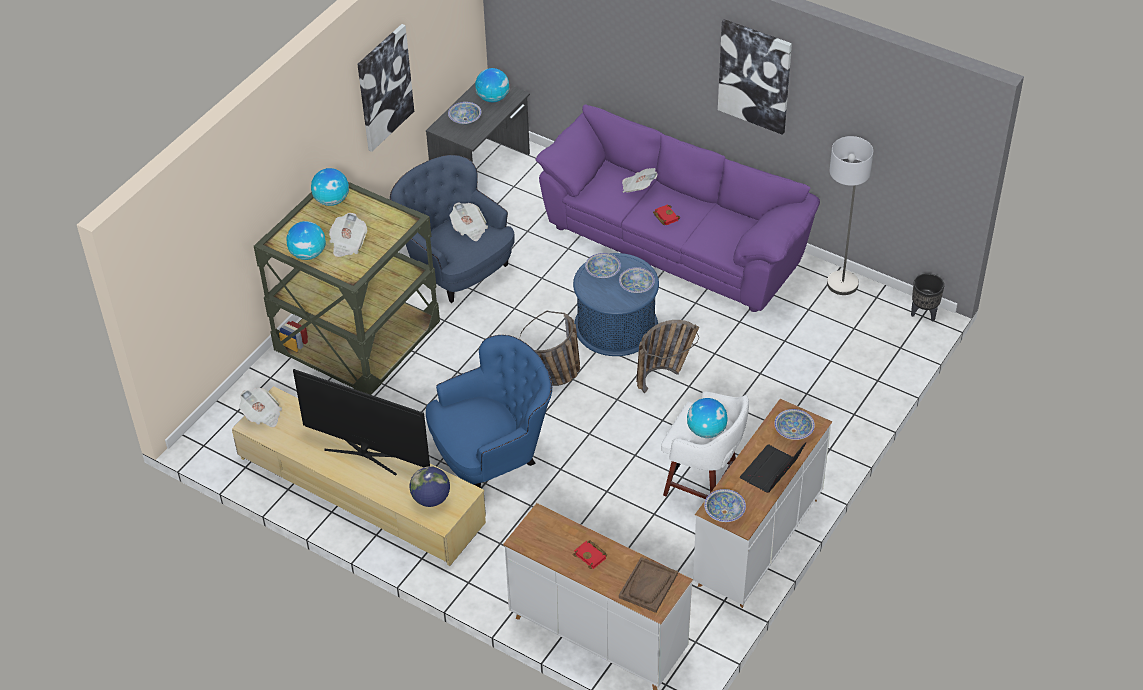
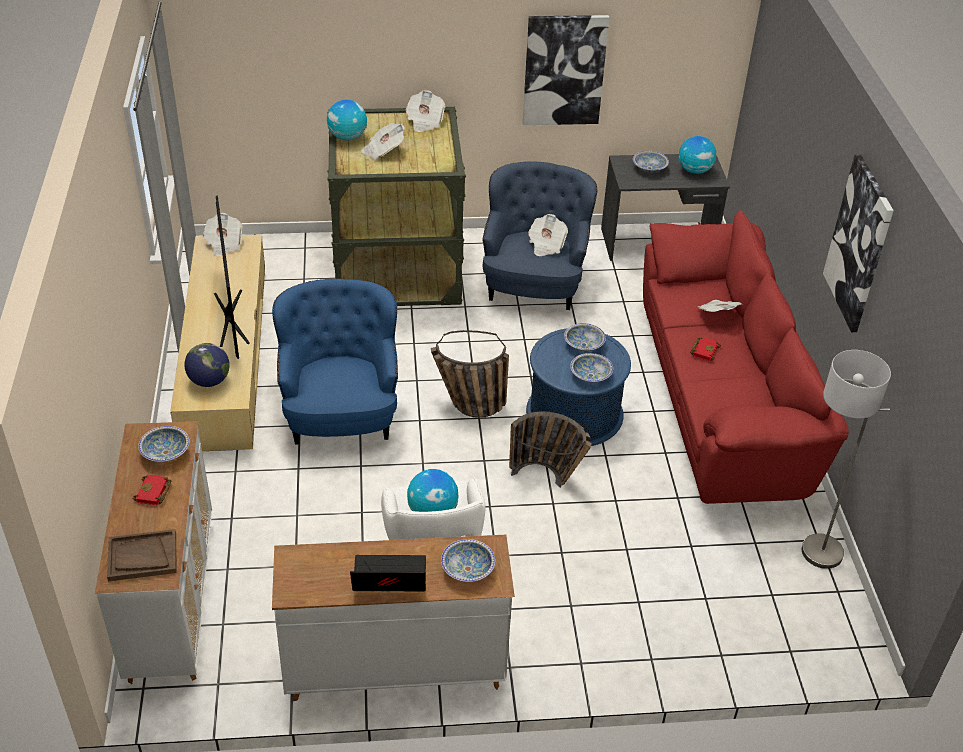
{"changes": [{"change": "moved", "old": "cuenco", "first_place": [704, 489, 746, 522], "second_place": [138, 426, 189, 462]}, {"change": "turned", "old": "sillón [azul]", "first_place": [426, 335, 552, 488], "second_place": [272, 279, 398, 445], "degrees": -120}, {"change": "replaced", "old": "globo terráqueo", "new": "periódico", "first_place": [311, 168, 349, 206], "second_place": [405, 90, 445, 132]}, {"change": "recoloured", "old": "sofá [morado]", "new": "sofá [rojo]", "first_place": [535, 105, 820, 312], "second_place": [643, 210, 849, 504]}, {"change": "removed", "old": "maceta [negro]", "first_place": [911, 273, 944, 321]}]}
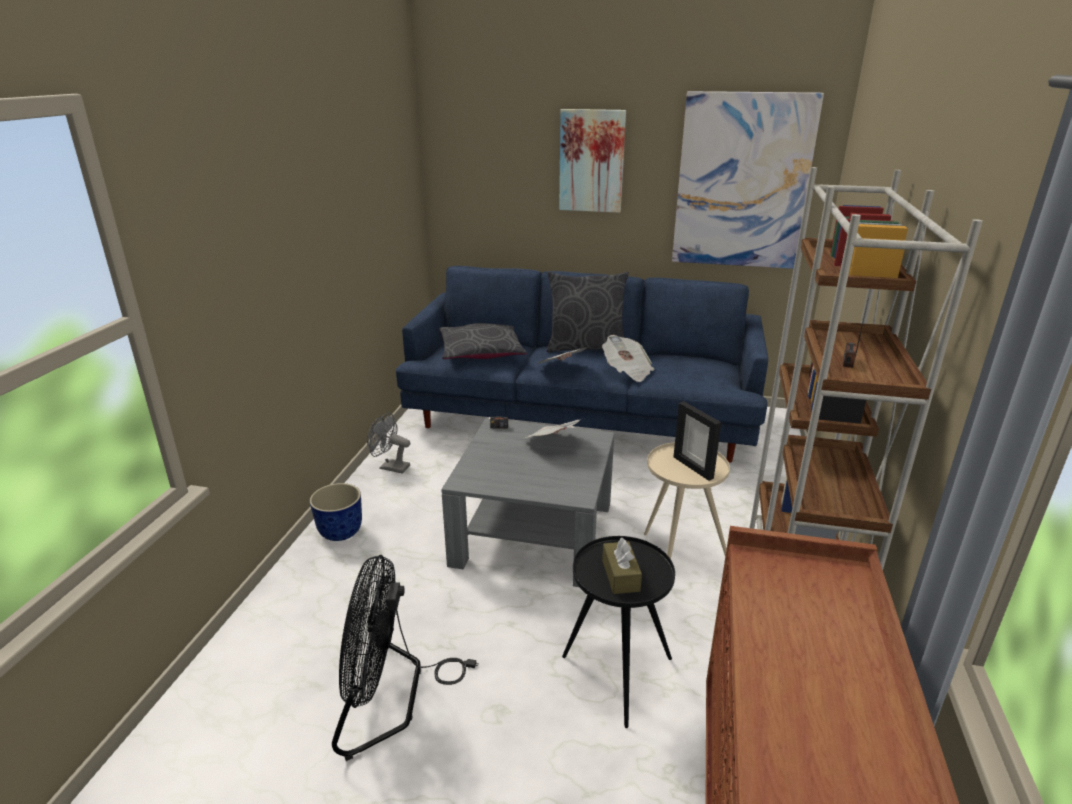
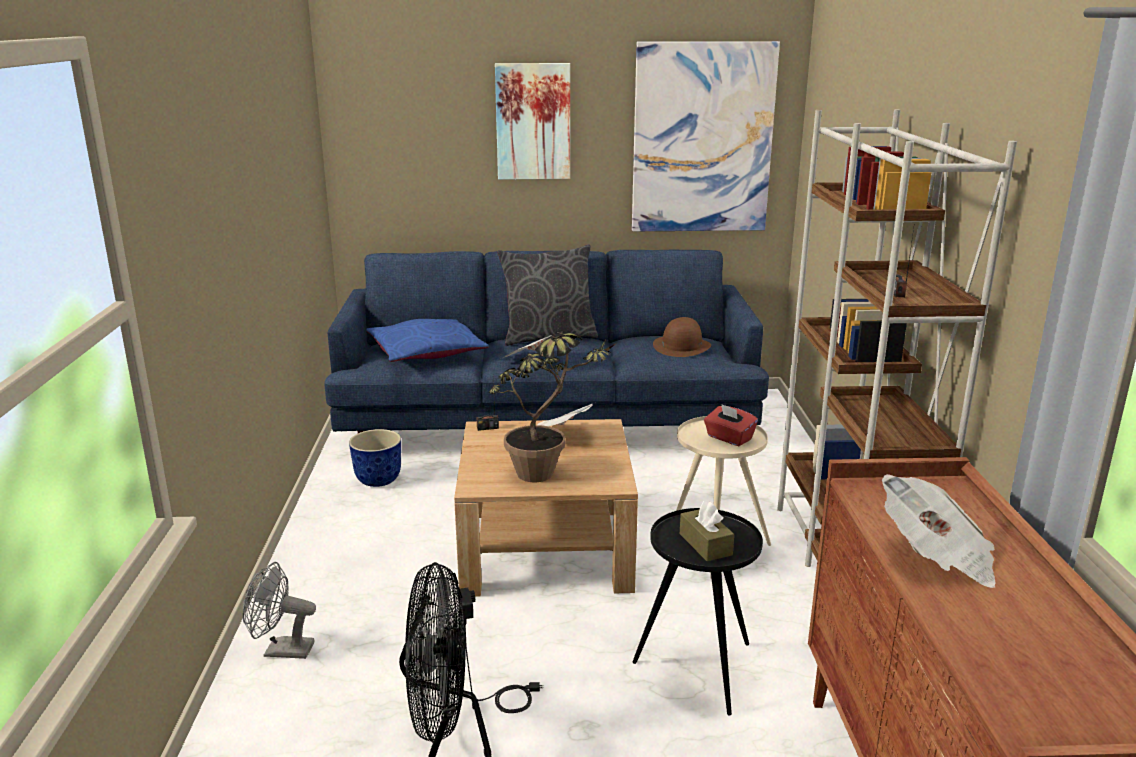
{"changes": [{"change": "moved", "old": "ventilador [gris]", "first_place": [367, 413, 410, 474], "second_place": [243, 562, 316, 659]}, {"change": "moved", "old": "maceta", "first_place": [310, 483, 362, 541], "second_place": [349, 429, 401, 487]}, {"change": "recoloured", "old": "cojín [gris]", "new": "cojín [azul]", "first_place": [439, 323, 527, 359], "second_place": [366, 319, 489, 362]}, {"change": "recoloured", "old": "mesa de centro [gris]", "new": "mesa de centro [marrón]", "first_place": [441, 418, 614, 587], "second_place": [454, 419, 638, 597]}, {"change": "added", "new": "planta en maceta", "second_place": [489, 332, 616, 482]}, {"change": "added", "new": "sombrero [marrón]", "second_place": [653, 317, 711, 357]}, {"change": "replaced", "old": "portarretratos", "new": "caja de pañuelos [rojo]", "first_place": [673, 402, 721, 481], "second_place": [704, 404, 758, 446]}, {"change": "moved", "old": "periódico", "first_place": [602, 335, 654, 382], "second_place": [882, 474, 995, 588]}]}
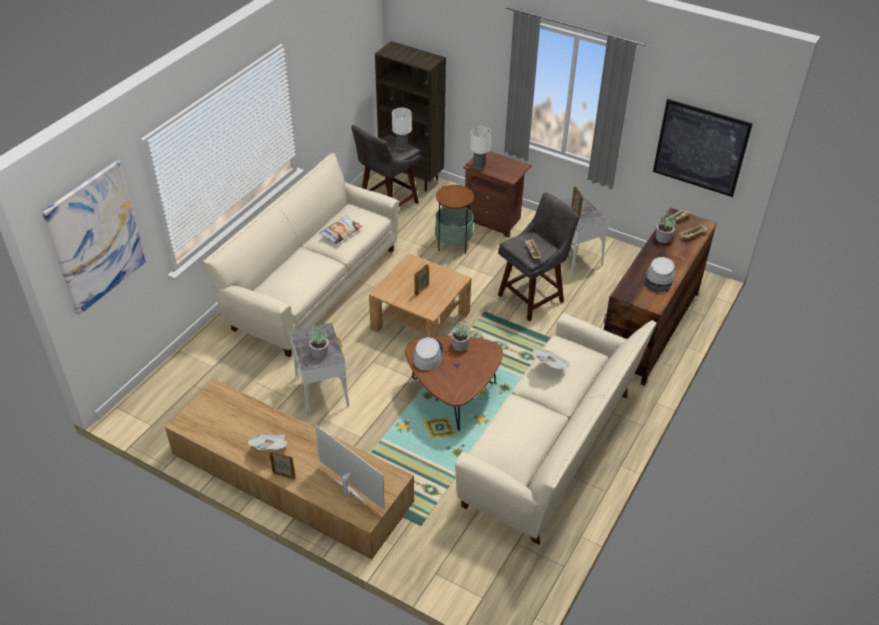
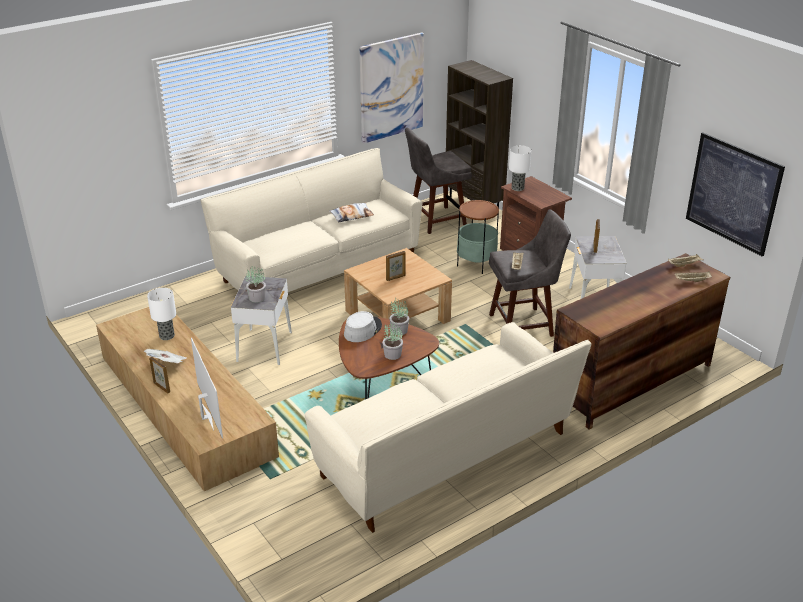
{"changes": [{"change": "moved", "old": "lámpara de mesa", "first_place": [392, 108, 412, 150], "second_place": [147, 288, 176, 340]}, {"change": "moved", "old": "cuadro", "first_place": [42, 160, 146, 315], "second_place": [360, 33, 424, 143]}, {"change": "moved", "old": "planta en maceta", "first_place": [656, 211, 676, 243], "second_place": [382, 322, 403, 360]}, {"change": "removed", "old": "periódico", "first_place": [533, 349, 570, 370]}, {"change": "removed", "old": "sombrero [gris]", "first_place": [644, 257, 675, 292]}]}
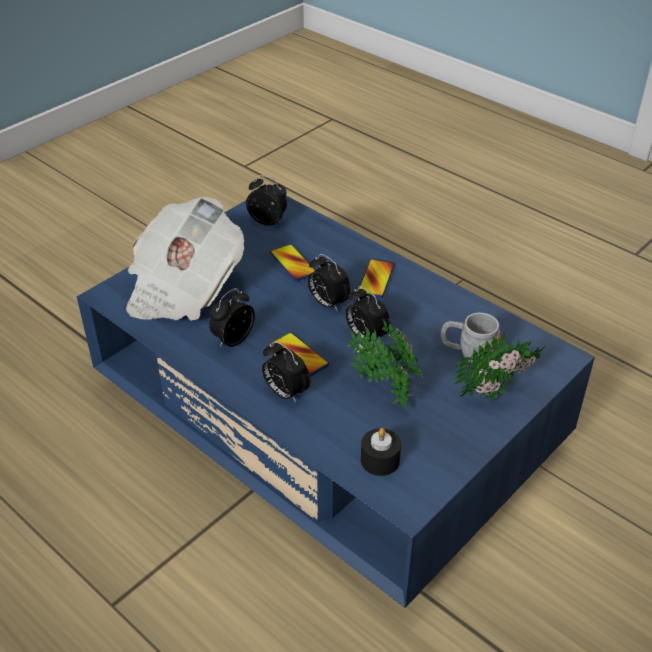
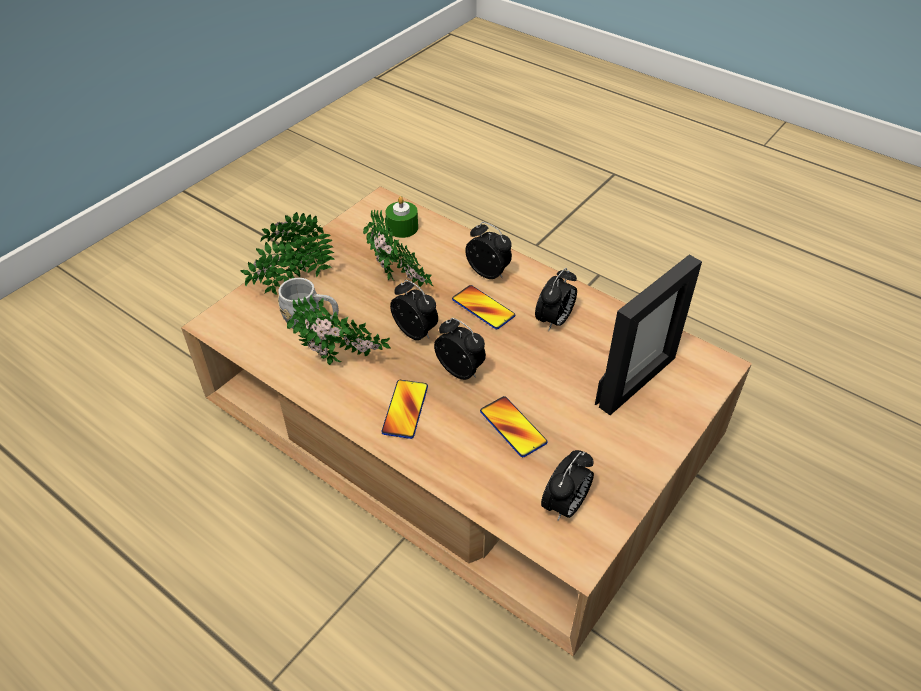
{"changes": [{"change": "recoloured", "old": "mesa de centro [azul]", "new": "mesa de centro [marrón]", "first_place": [77, 196, 595, 608], "second_place": [181, 186, 752, 656]}, {"change": "added", "new": "planta en maceta", "second_place": [287, 294, 391, 365]}, {"change": "recoloured", "old": "vela [negro]", "new": "vela [verde]", "first_place": [361, 428, 401, 476], "second_place": [385, 196, 418, 238]}, {"change": "turned", "old": "despertador", "first_place": [246, 175, 287, 226], "second_place": [541, 450, 594, 521], "degrees": -75}, {"change": "replaced", "old": "periódico", "new": "portarretratos", "first_place": [126, 197, 244, 321], "second_place": [595, 255, 702, 415]}]}
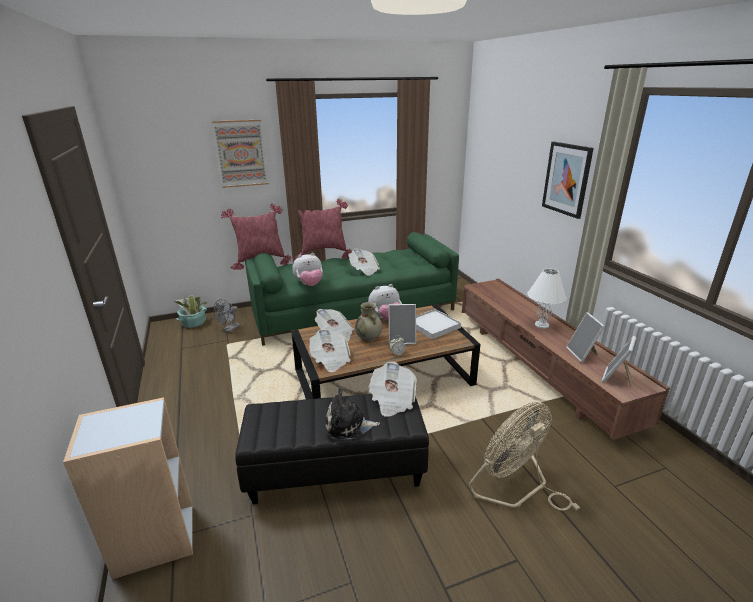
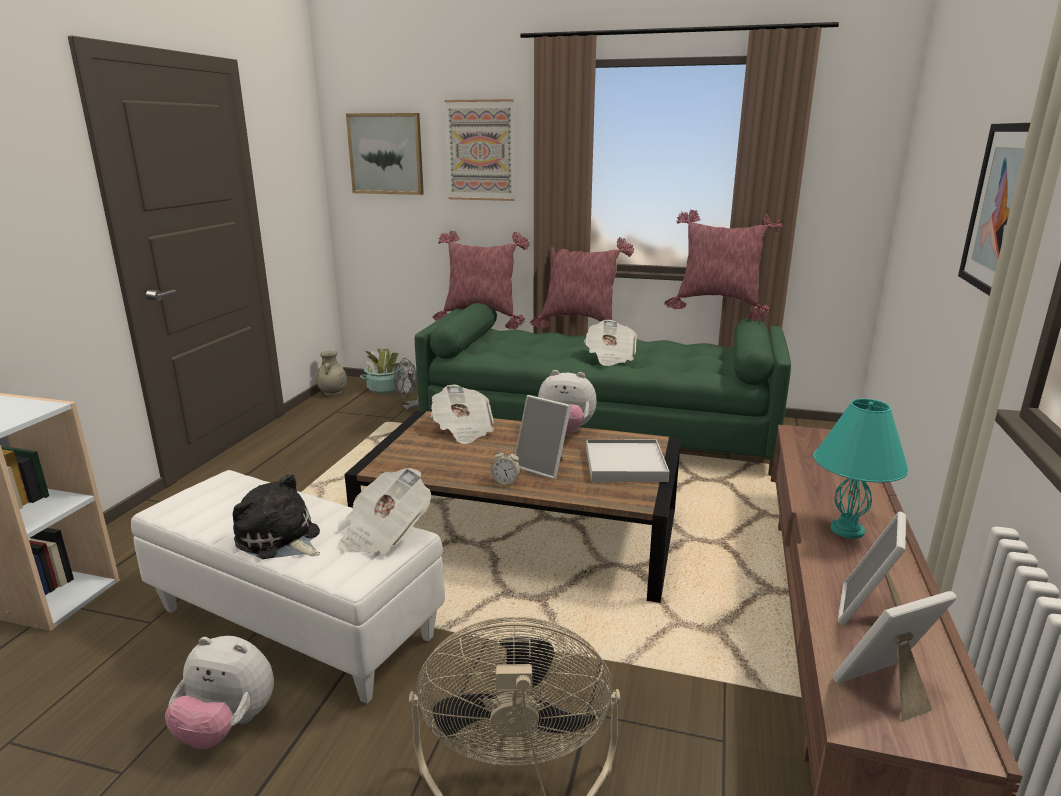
{"changes": [{"change": "recoloured", "old": "puf [negro]", "new": "puf [blanco]", "first_place": [235, 394, 429, 504], "second_place": [131, 470, 445, 704]}, {"change": "moved", "old": "peluche", "first_place": [292, 253, 323, 286], "second_place": [165, 636, 274, 749]}, {"change": "moved", "old": "florero [beis]", "first_place": [355, 302, 382, 342], "second_place": [316, 351, 347, 396]}, {"change": "added", "new": "cuadro", "second_place": [346, 113, 424, 195]}, {"change": "added", "new": "cojín [rojo]", "second_place": [664, 210, 783, 322]}, {"change": "recoloured", "old": "lámpara de mesa [blanco]", "new": "lámpara de mesa [turquesa]", "first_place": [527, 269, 567, 329], "second_place": [814, 399, 908, 539]}, {"change": "removed", "old": "periódico", "first_place": [309, 329, 351, 372]}]}
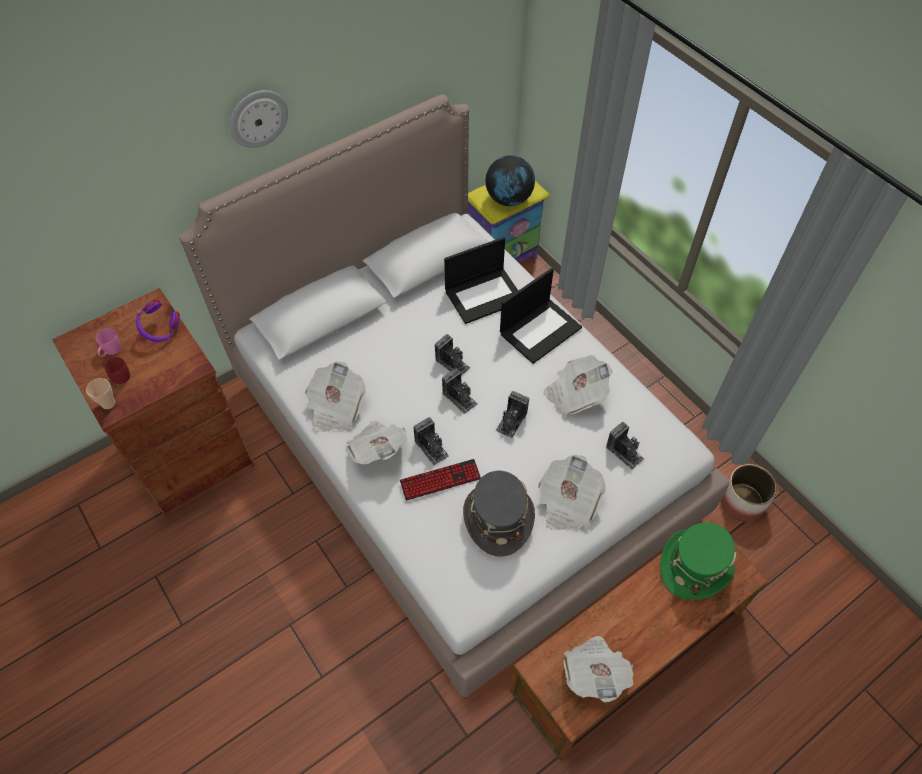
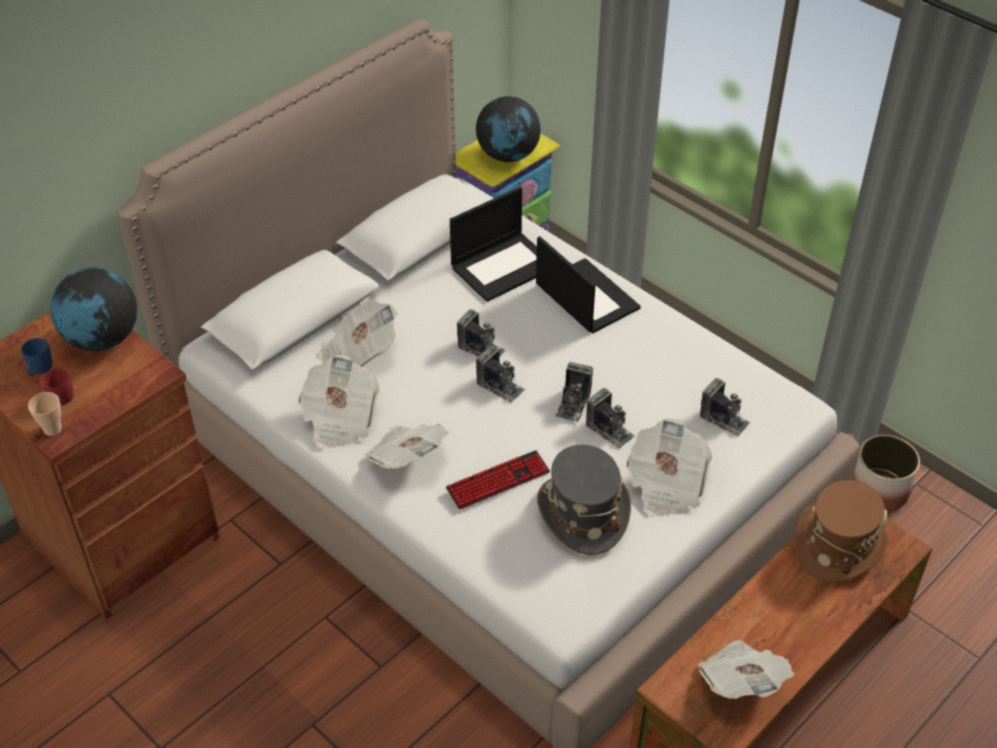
{"changes": [{"change": "recoloured", "old": "taza grande [rosa]", "new": "taza grande [azul]", "first_place": [96, 328, 121, 357], "second_place": [22, 338, 52, 376]}, {"change": "replaced", "old": "auriculares [morado]", "new": "globo terráqueo", "first_place": [136, 299, 180, 342], "second_place": [50, 268, 137, 351]}, {"change": "moved", "old": "periódico", "first_place": [544, 355, 612, 416], "second_place": [318, 300, 397, 367]}, {"change": "turned", "old": "portátil", "first_place": [500, 268, 582, 364], "second_place": [536, 236, 641, 334], "degrees": -75}, {"change": "moved", "old": "cámara", "first_place": [414, 417, 449, 466], "second_place": [586, 388, 635, 449]}, {"change": "recoloured", "old": "sombrero [verde]", "new": "sombrero [marrón]", "first_place": [660, 522, 737, 600], "second_place": [795, 480, 889, 583]}, {"change": "removed", "old": "reloj de pared", "first_place": [230, 90, 288, 148]}]}
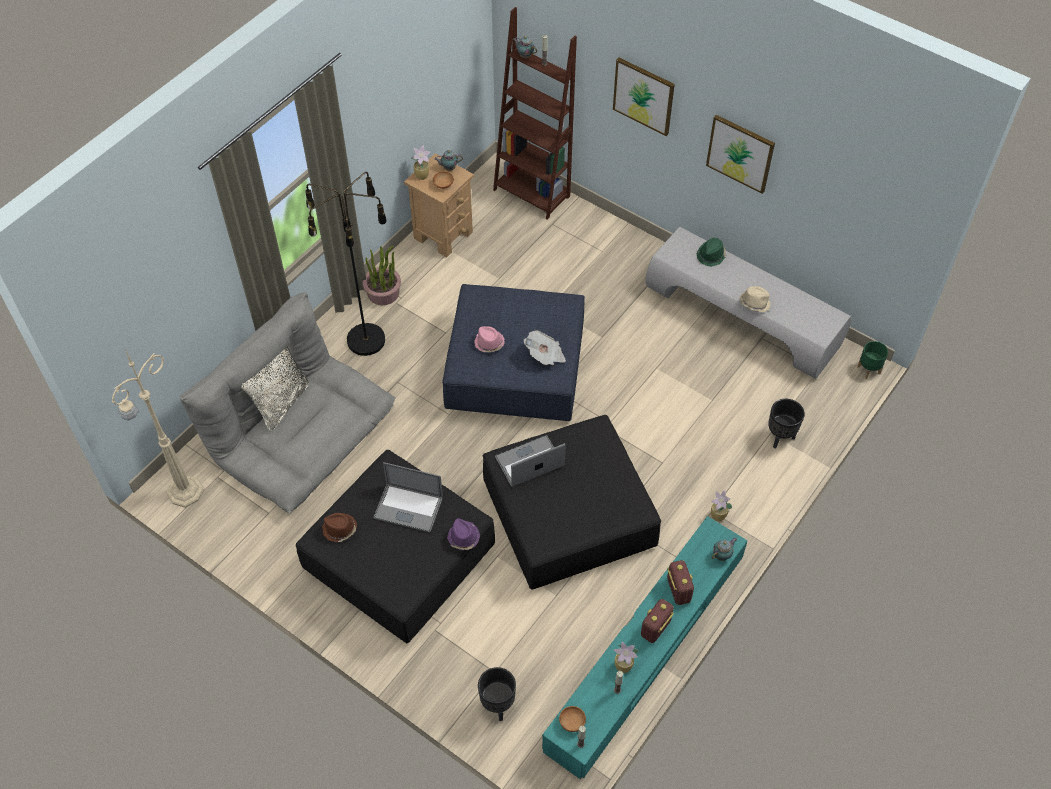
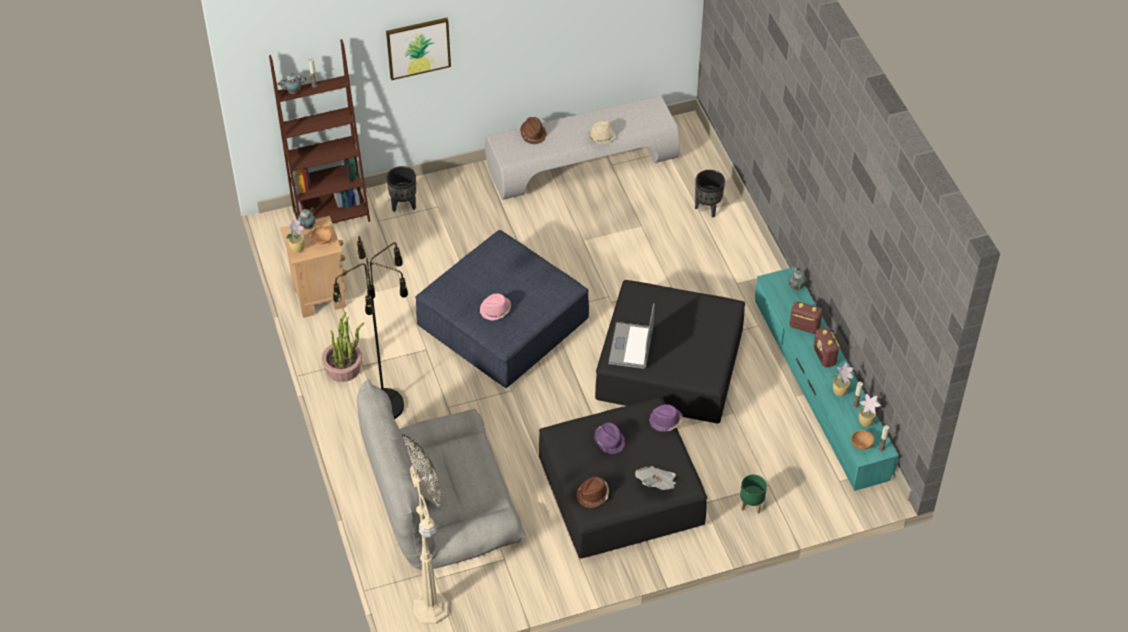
{"changes": [{"change": "moved", "old": "maceta [negro]", "first_place": [478, 667, 516, 721], "second_place": [386, 166, 416, 212]}, {"change": "recoloured", "old": "sombrero [verde]", "new": "sombrero [marrón]", "first_place": [697, 238, 726, 267], "second_place": [520, 117, 547, 144]}, {"change": "replaced", "old": "portátil", "new": "sombrero [morado]", "first_place": [374, 462, 443, 532], "second_place": [594, 422, 625, 454]}, {"change": "moved", "old": "periódico", "first_place": [524, 331, 566, 365], "second_place": [635, 466, 676, 490]}, {"change": "moved", "old": "maceta [verde]", "first_place": [857, 341, 888, 379], "second_place": [740, 475, 767, 514]}, {"change": "moved", "old": "planta en maceta", "first_place": [711, 490, 732, 521], "second_place": [859, 394, 881, 427]}, {"change": "removed", "old": "cuadro", "first_place": [706, 115, 775, 194]}]}
